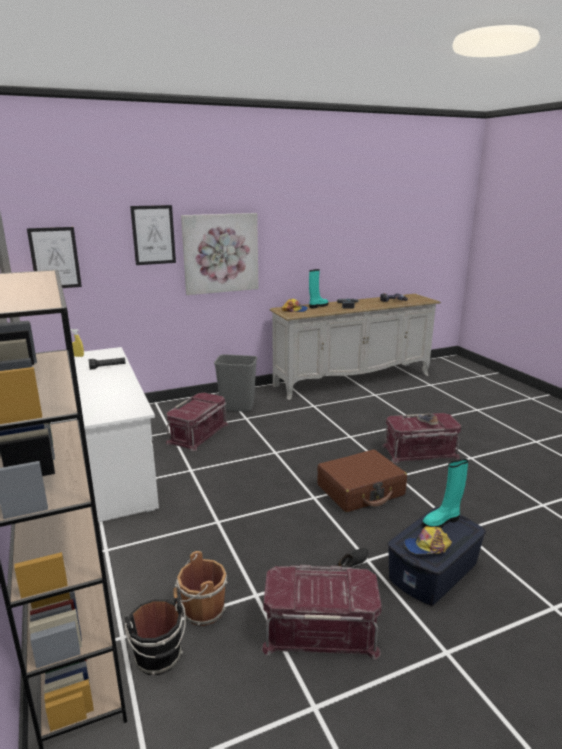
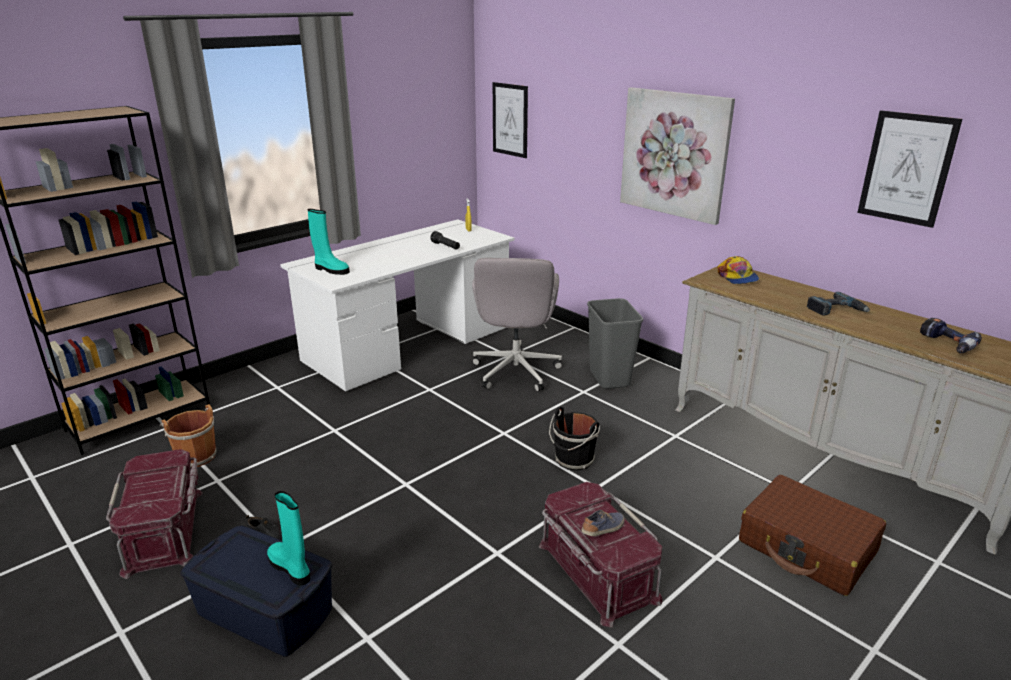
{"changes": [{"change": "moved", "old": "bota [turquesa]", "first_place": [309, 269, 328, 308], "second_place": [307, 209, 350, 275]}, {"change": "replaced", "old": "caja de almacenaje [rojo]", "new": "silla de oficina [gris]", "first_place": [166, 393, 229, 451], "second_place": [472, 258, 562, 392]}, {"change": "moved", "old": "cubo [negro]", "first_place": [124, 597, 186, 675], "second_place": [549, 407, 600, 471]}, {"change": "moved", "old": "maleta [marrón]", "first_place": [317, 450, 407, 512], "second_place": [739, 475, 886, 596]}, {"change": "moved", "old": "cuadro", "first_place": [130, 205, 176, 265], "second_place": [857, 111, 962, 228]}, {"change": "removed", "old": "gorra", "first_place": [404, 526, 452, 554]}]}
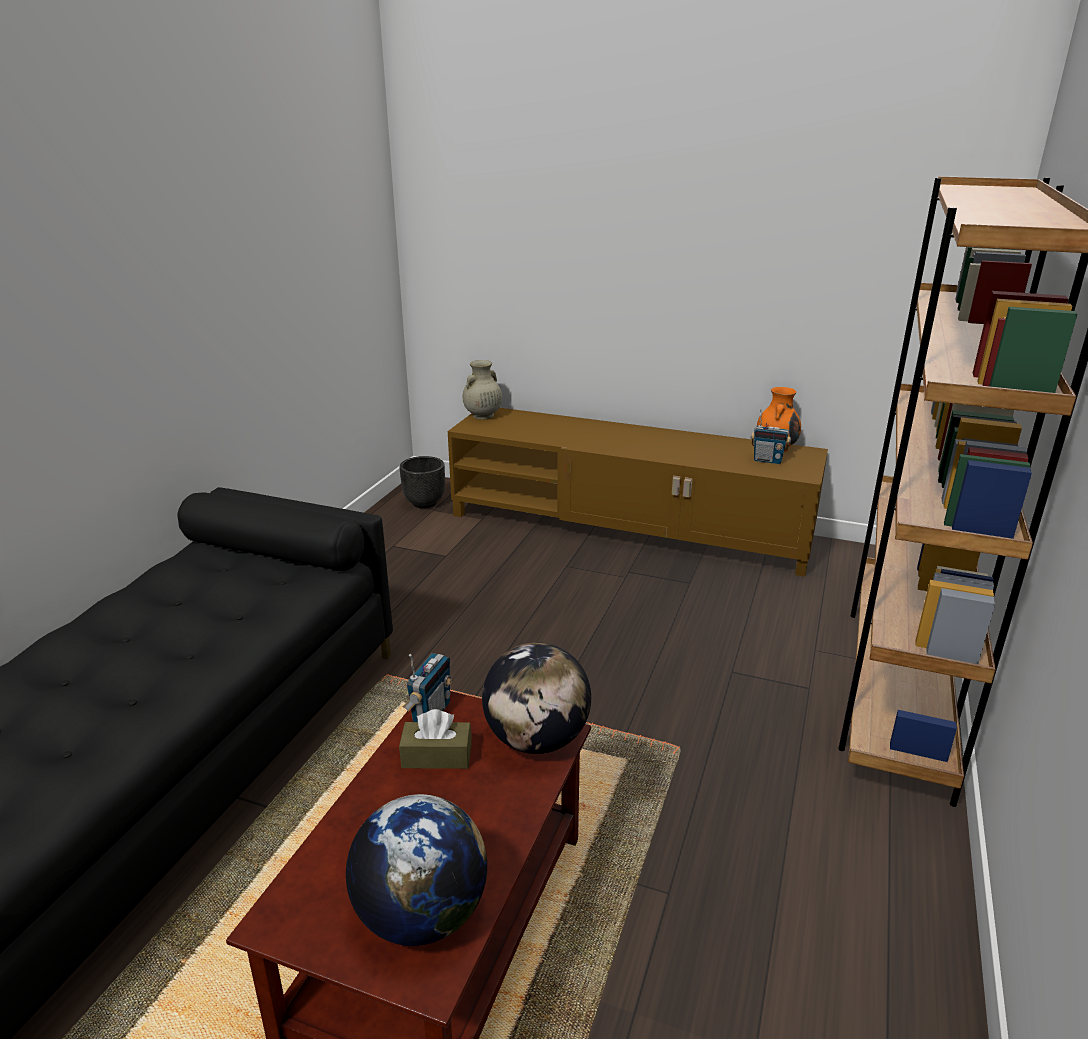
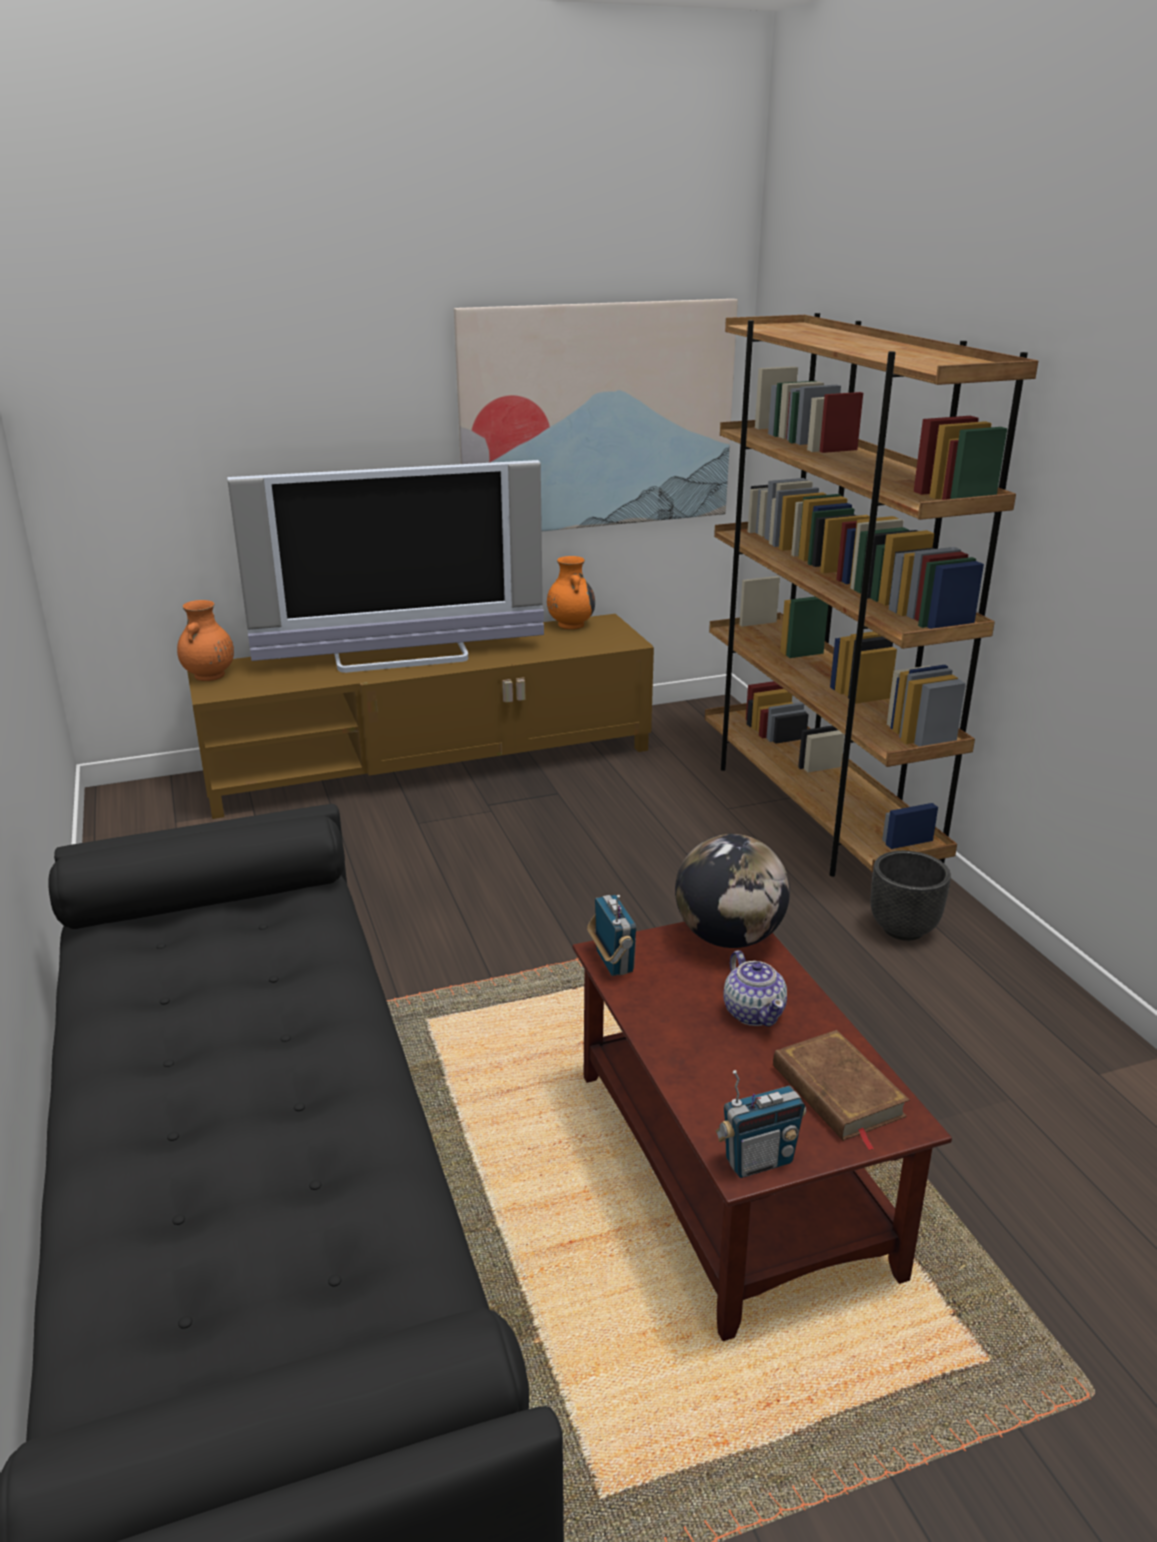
{"changes": [{"change": "recoloured", "old": "florero [beis]", "new": "florero [naranja]", "first_place": [463, 360, 502, 420], "second_place": [177, 600, 234, 681]}, {"change": "added", "new": "televisor", "second_place": [227, 460, 544, 673]}, {"change": "added", "new": "cuadro", "second_place": [454, 299, 738, 531]}, {"change": "moved", "old": "radio", "first_place": [751, 409, 791, 464], "second_place": [716, 1070, 806, 1178]}, {"change": "added", "new": "tetera", "second_place": [723, 951, 787, 1027]}, {"change": "replaced", "old": "globo terráqueo", "new": "libro [marrón]", "first_place": [346, 794, 487, 946], "second_place": [773, 1030, 909, 1151]}, {"change": "moved", "old": "maceta [negro]", "first_place": [400, 456, 445, 508], "second_place": [871, 851, 951, 941]}, {"change": "removed", "old": "caja de pañuelos [marrón]", "first_place": [399, 709, 472, 769]}]}
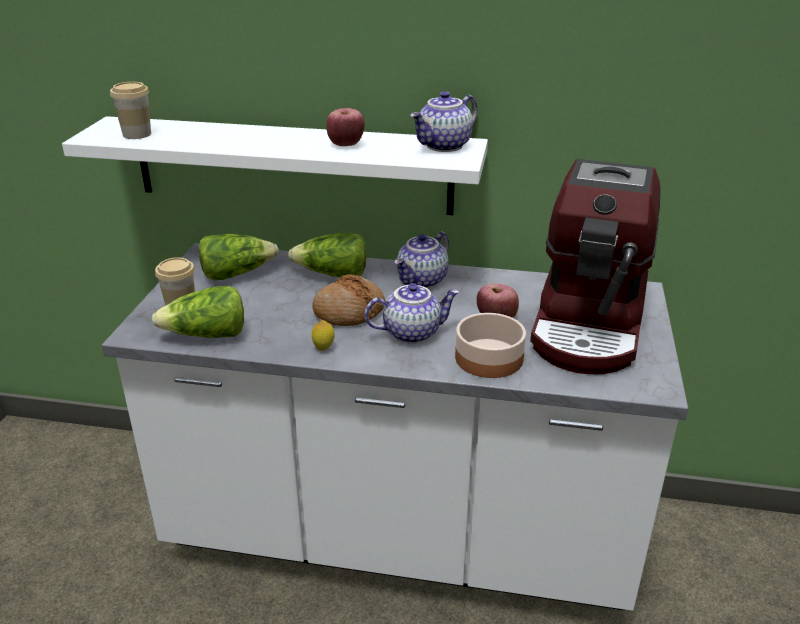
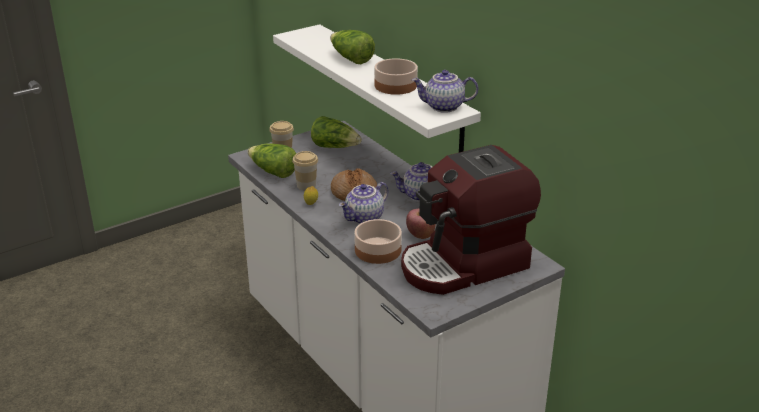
{"changes": [{"change": "moved", "old": "taza", "first_place": [110, 82, 151, 139], "second_place": [292, 151, 318, 191]}, {"change": "moved", "old": "lechuga", "first_place": [288, 232, 367, 277], "second_place": [330, 30, 375, 64]}, {"change": "turned", "old": "tetera", "first_place": [364, 283, 460, 344], "second_place": [339, 182, 389, 224], "degrees": 105}, {"change": "replaced", "old": "manzana", "new": "cuenco", "first_place": [326, 108, 365, 146], "second_place": [374, 58, 418, 95]}]}
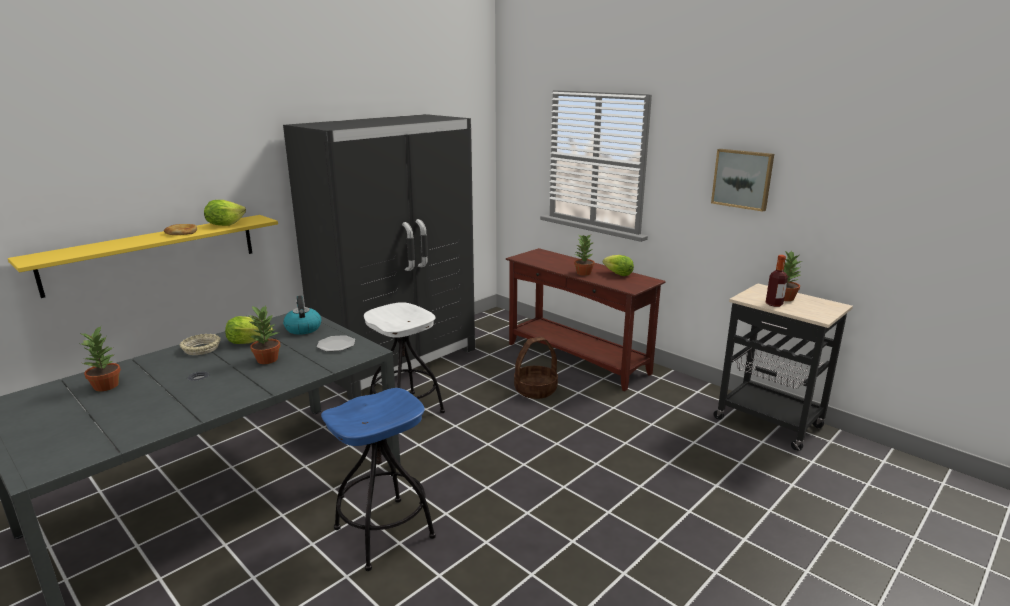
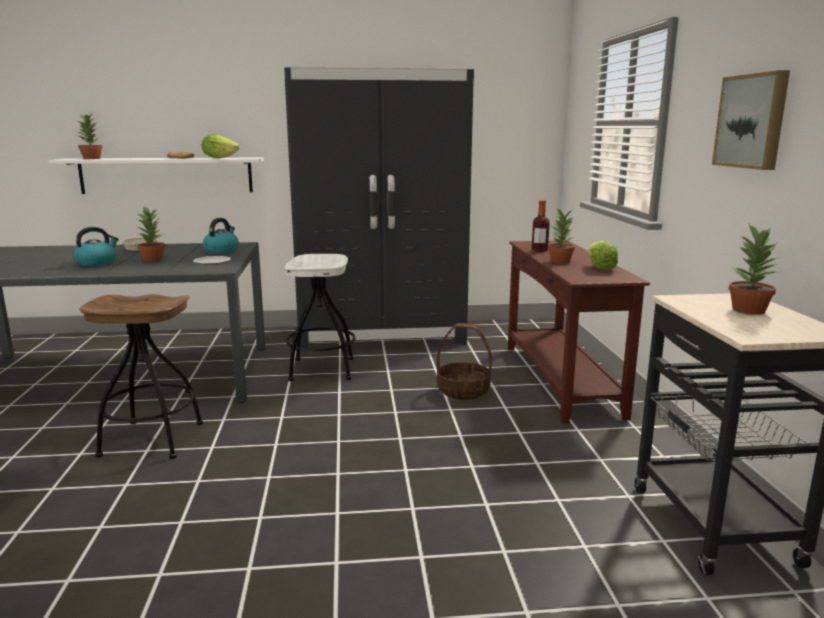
{"changes": [{"change": "recoloured", "old": "estante [amarillo]", "new": "estante [blanco]", "first_place": [8, 215, 278, 298], "second_place": [48, 158, 264, 194]}, {"change": "added", "new": "hervidor", "second_place": [73, 227, 119, 266]}, {"change": "moved", "old": "planta en maceta", "first_place": [81, 326, 121, 391], "second_place": [76, 113, 103, 159]}, {"change": "recoloured", "old": "taburete [azul]", "new": "taburete [marrón]", "first_place": [321, 388, 436, 571], "second_place": [79, 294, 203, 459]}, {"change": "moved", "old": "botella", "first_place": [766, 255, 788, 307], "second_place": [532, 200, 550, 252]}, {"change": "removed", "old": "lechuga", "first_place": [225, 316, 273, 344]}]}
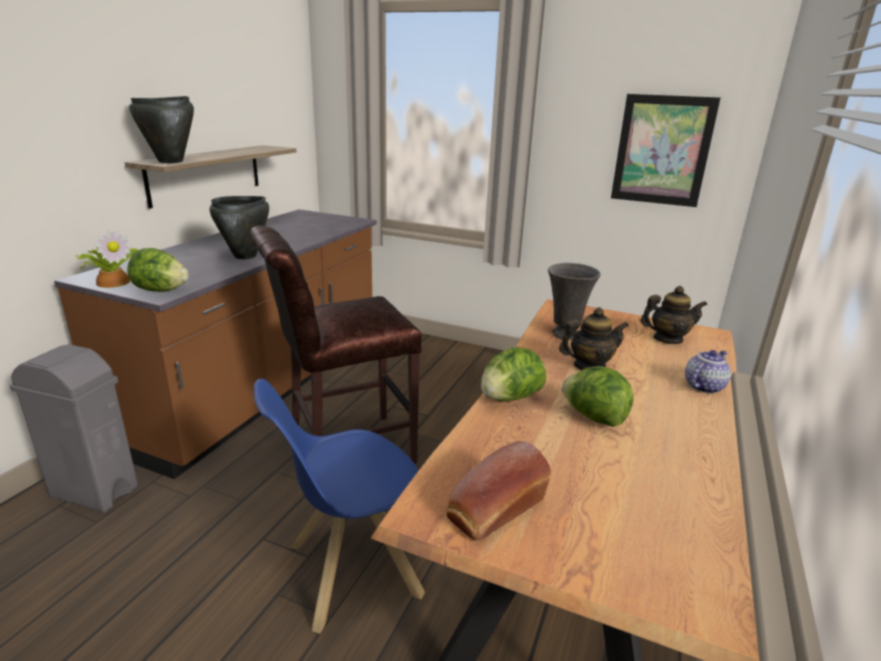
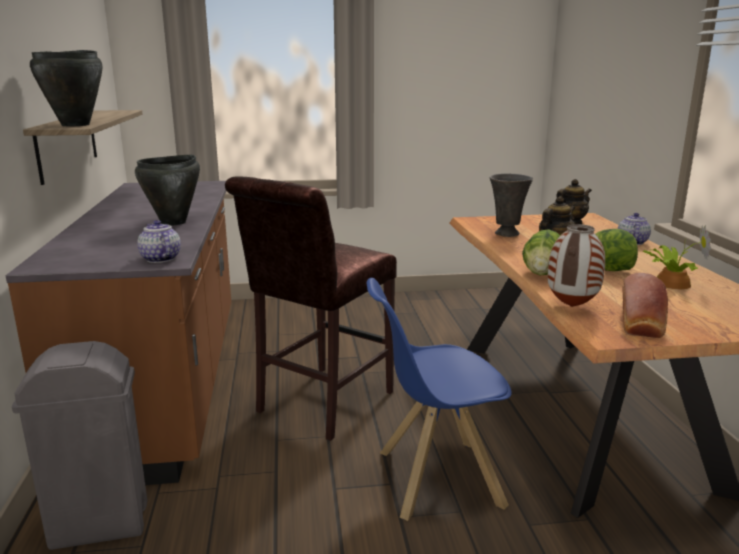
{"changes": [{"change": "replaced", "old": "lechuga", "new": "tetera", "first_place": [127, 248, 189, 292], "second_place": [137, 220, 181, 263]}, {"change": "turned", "old": "silla [azul]", "first_place": [254, 379, 425, 634], "second_place": [367, 278, 512, 521], "degrees": 45}, {"change": "added", "new": "florero", "second_place": [548, 224, 605, 307]}, {"change": "moved", "old": "planta en maceta", "first_place": [76, 230, 138, 288], "second_place": [643, 225, 711, 289]}, {"change": "removed", "old": "cuadro", "first_place": [611, 94, 721, 207]}]}
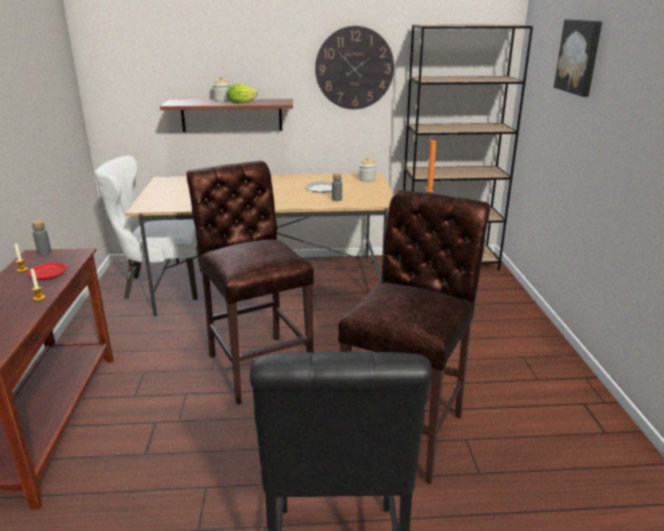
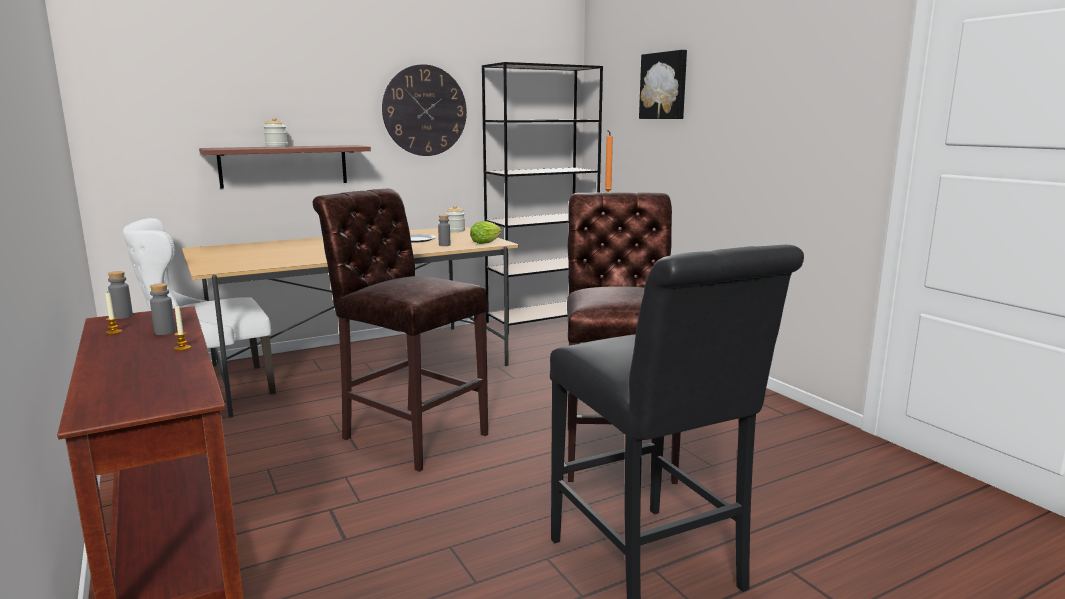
{"changes": [{"change": "replaced", "old": "plato [rojo]", "new": "botella [gris]", "first_place": [28, 262, 66, 280], "second_place": [150, 283, 176, 335]}, {"change": "moved", "old": "lechuga", "first_place": [227, 84, 258, 104], "second_place": [470, 221, 502, 244]}]}
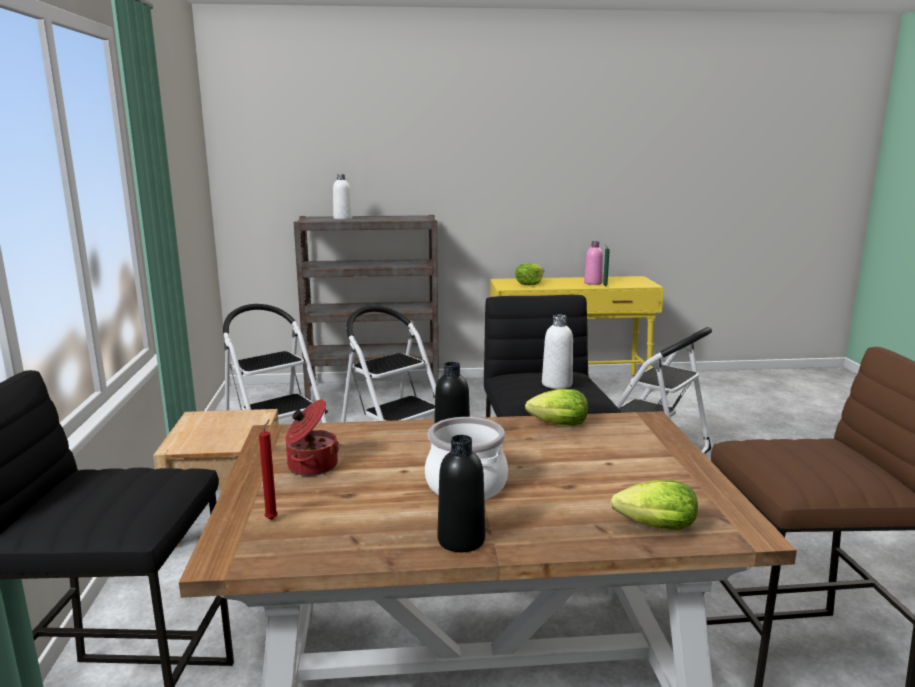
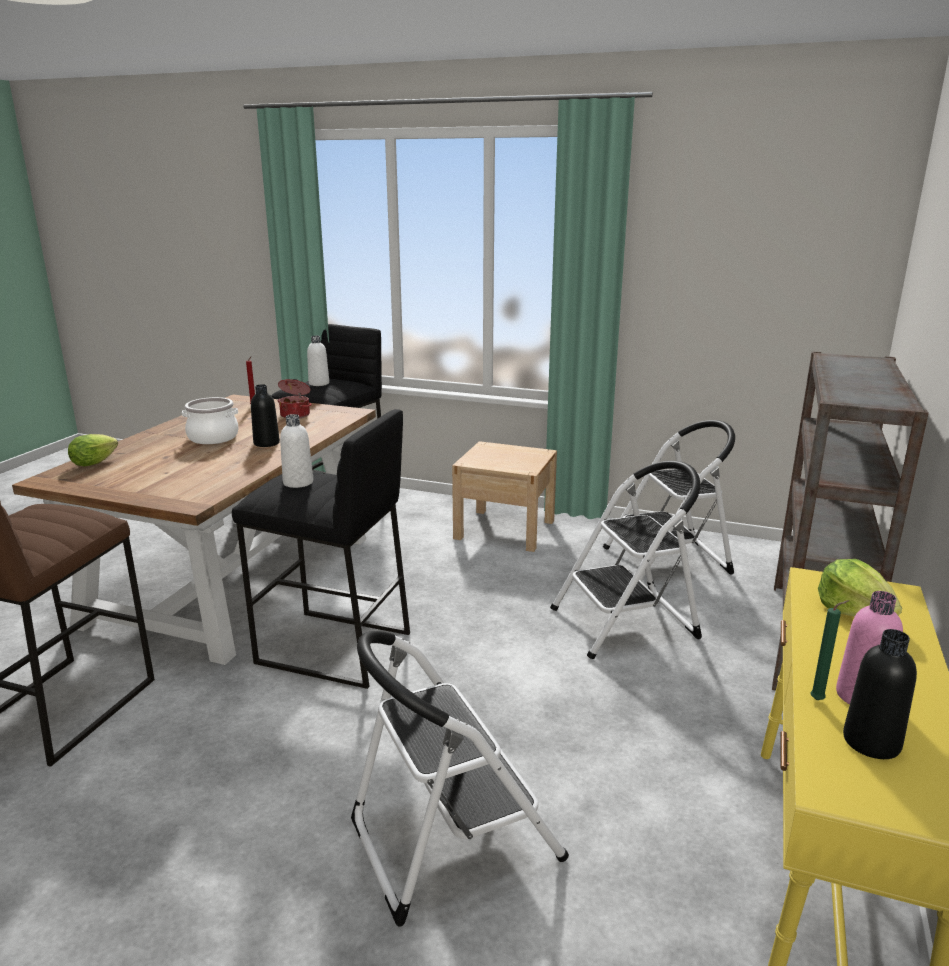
{"changes": [{"change": "moved", "old": "botella [blanco]", "first_place": [333, 174, 352, 220], "second_place": [307, 336, 329, 386]}, {"change": "moved", "old": "botella [negro]", "first_place": [438, 435, 485, 552], "second_place": [843, 629, 917, 759]}, {"change": "removed", "old": "lechuga", "first_place": [525, 389, 588, 426]}]}
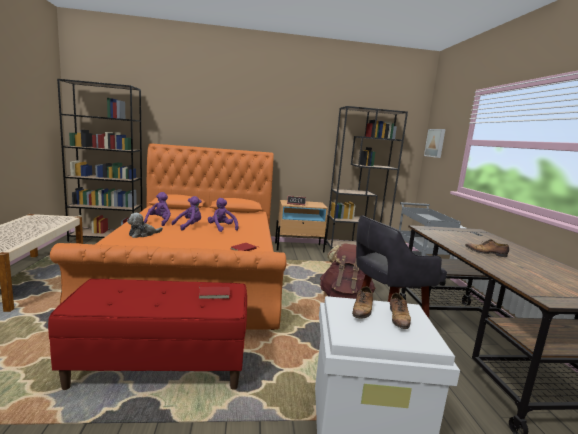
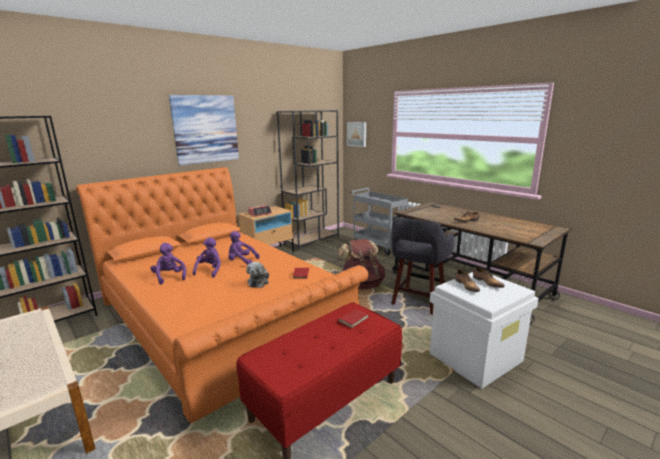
{"changes": [{"change": "added", "new": "cuadro", "second_place": [169, 95, 239, 166]}, {"change": "moved", "old": "peluche", "first_place": [127, 213, 163, 238], "second_place": [246, 262, 269, 288]}]}
